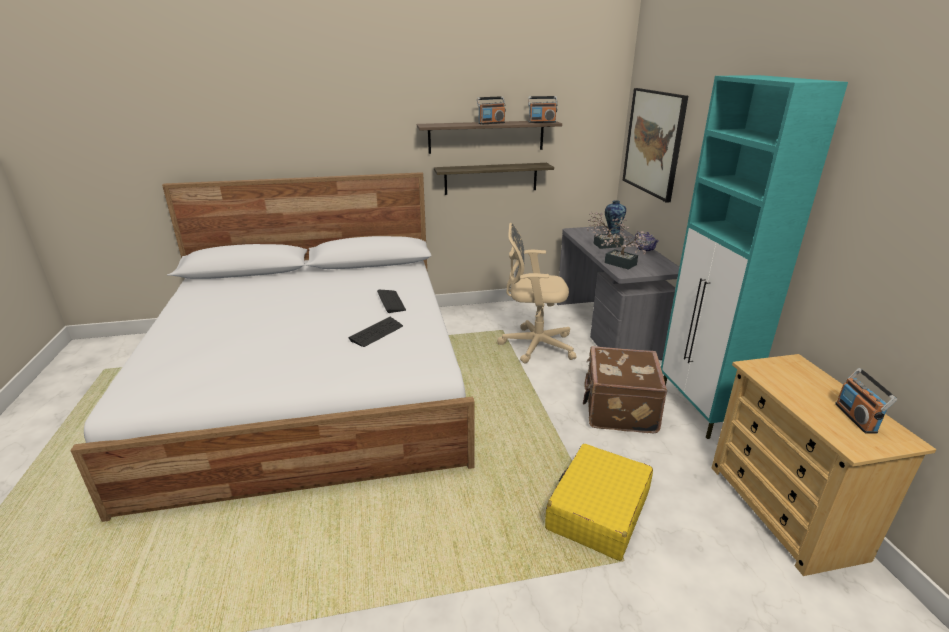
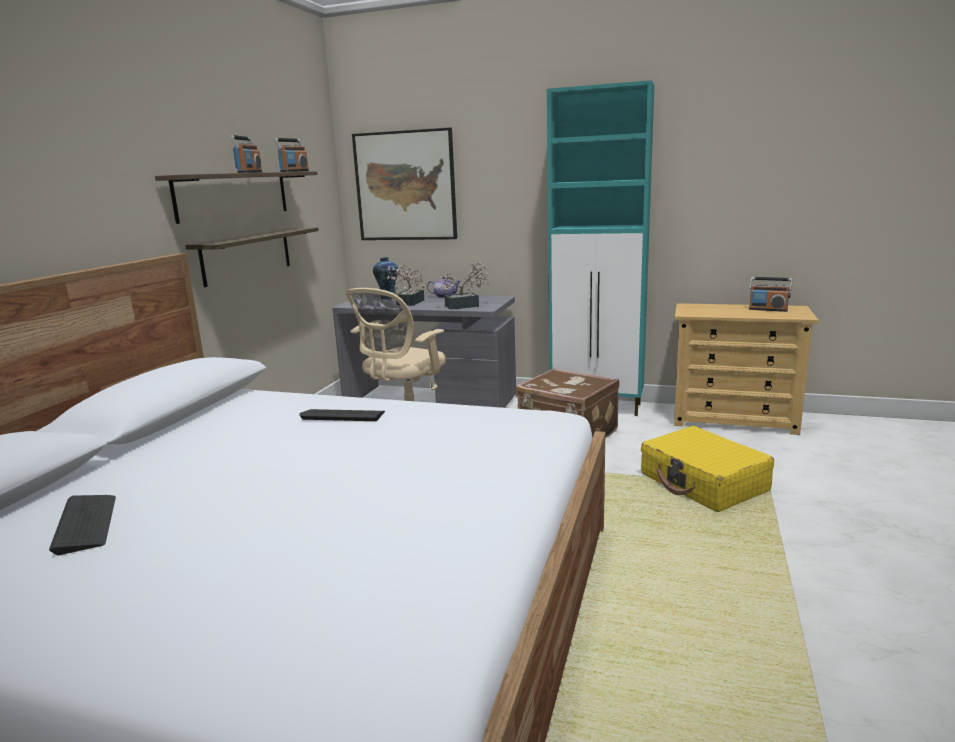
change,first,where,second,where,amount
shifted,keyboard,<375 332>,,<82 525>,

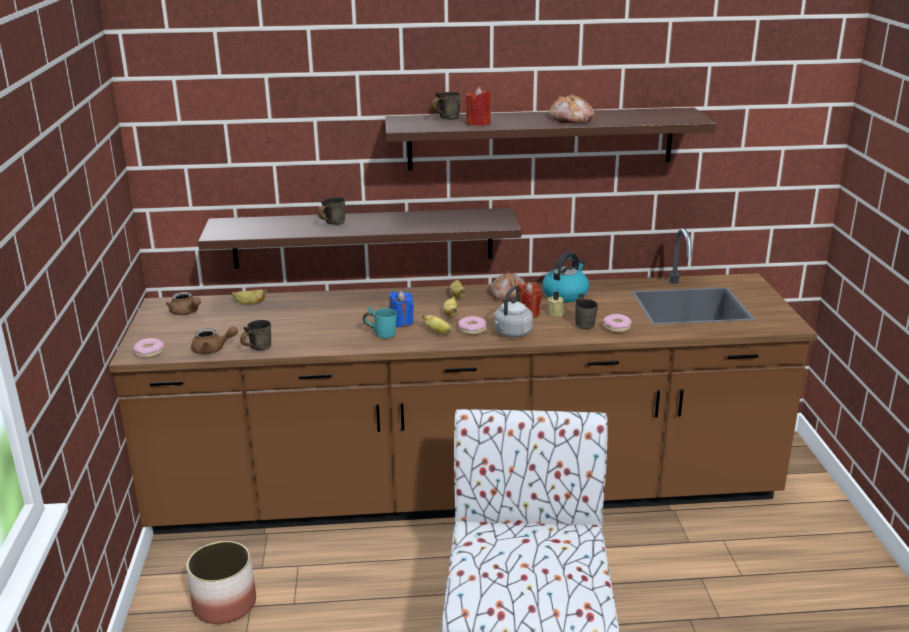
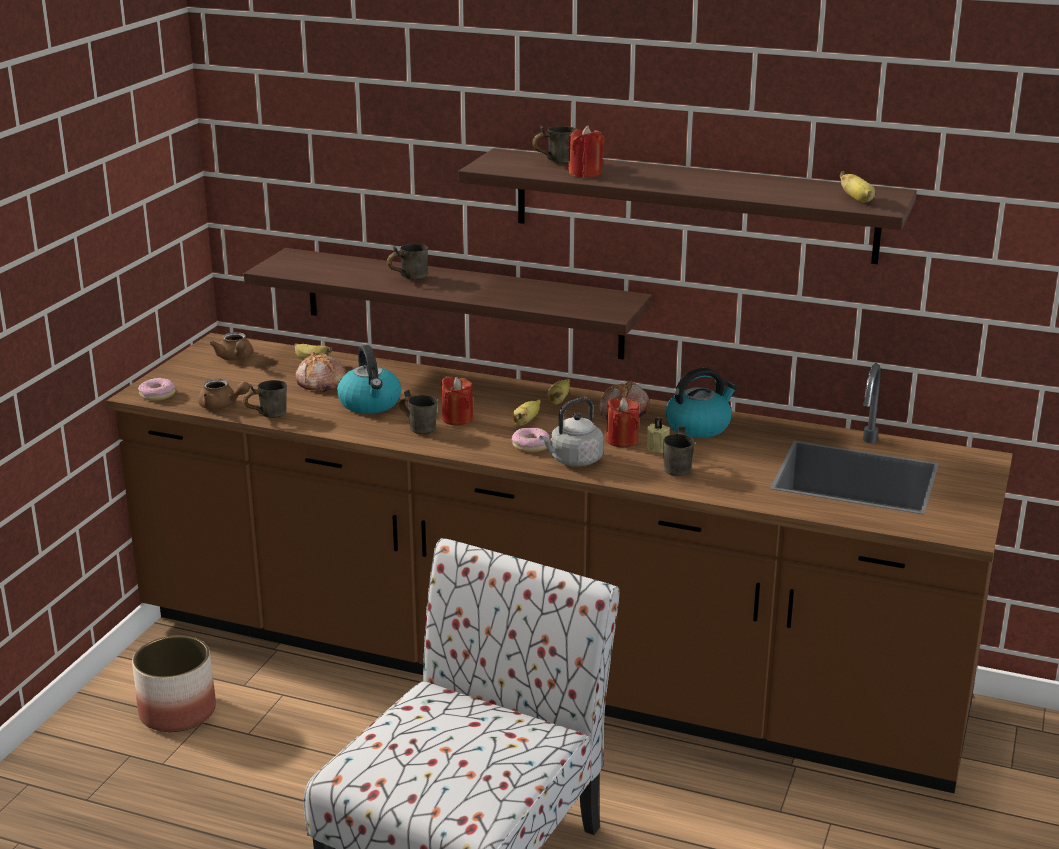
change,first,where,second,where,amount
shifted,bread,<572 108>,,<321 372>,
new,,,kettle,<369 379>,
repainted,turquoise mug,<380 322>,grey mug,<418 412>,
repainted,blue candle,<402 309>,red candle,<457 401>,
shifted,banana,<436 324>,,<857 187>,
gone,donut,<617 323>,,,

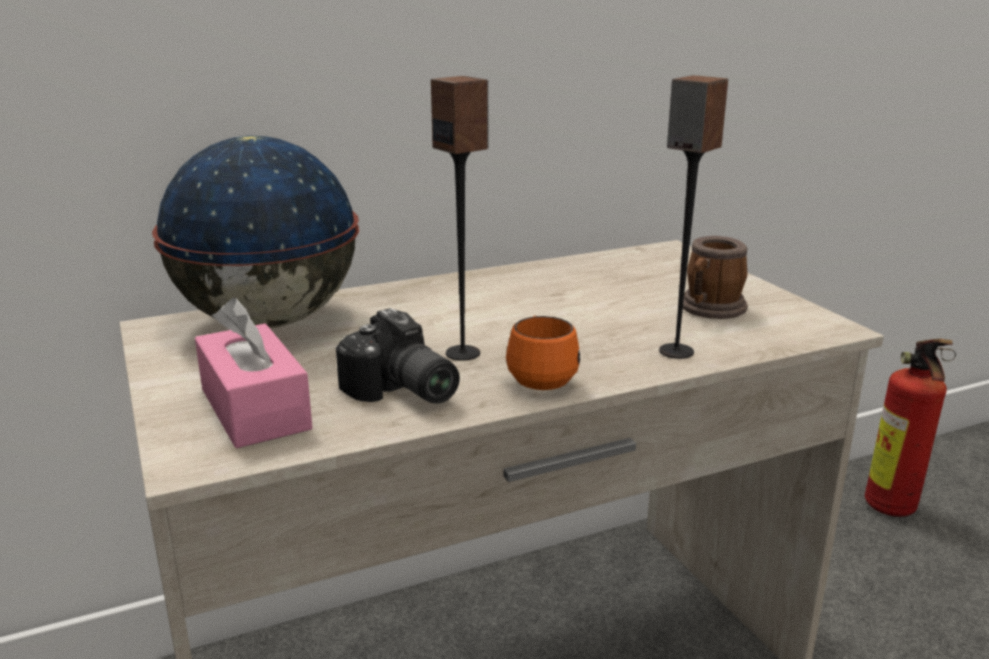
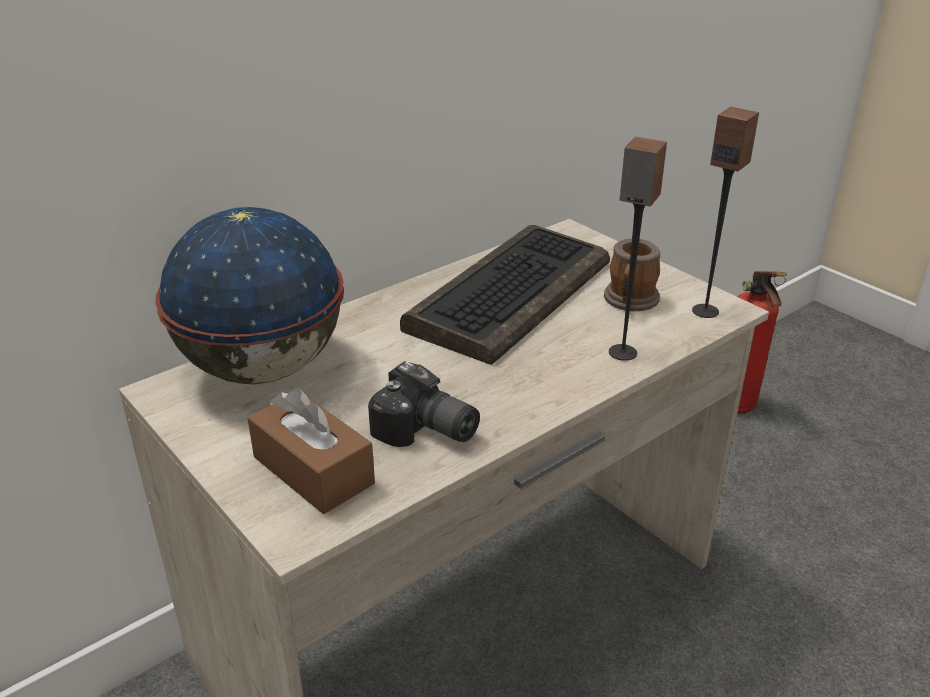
change,first,where,second,where,amount
repainted,pink tissue box,<253 373>,brown tissue box,<311 451>,
new,,,keyboard,<505 295>,
shifted,speaker,<459 218>,,<725 212>,
gone,orange mug,<543 353>,,,

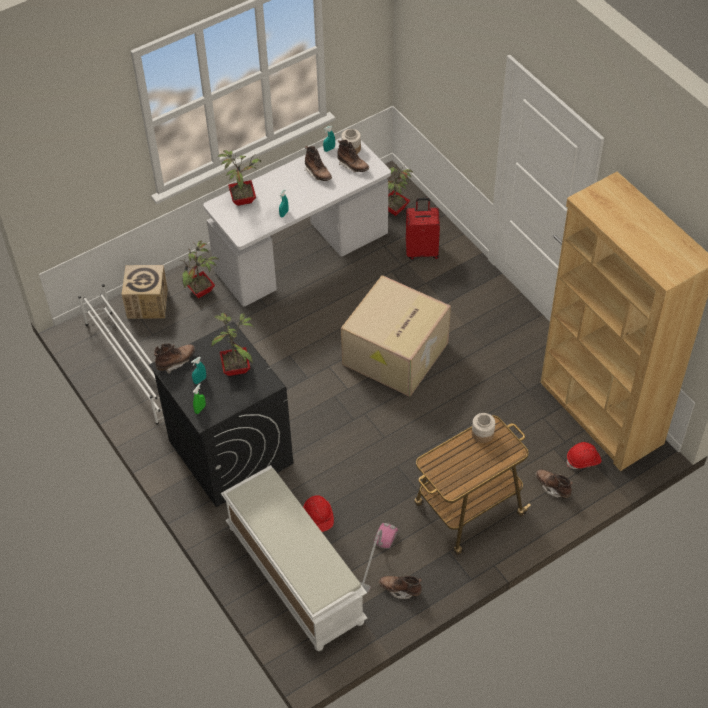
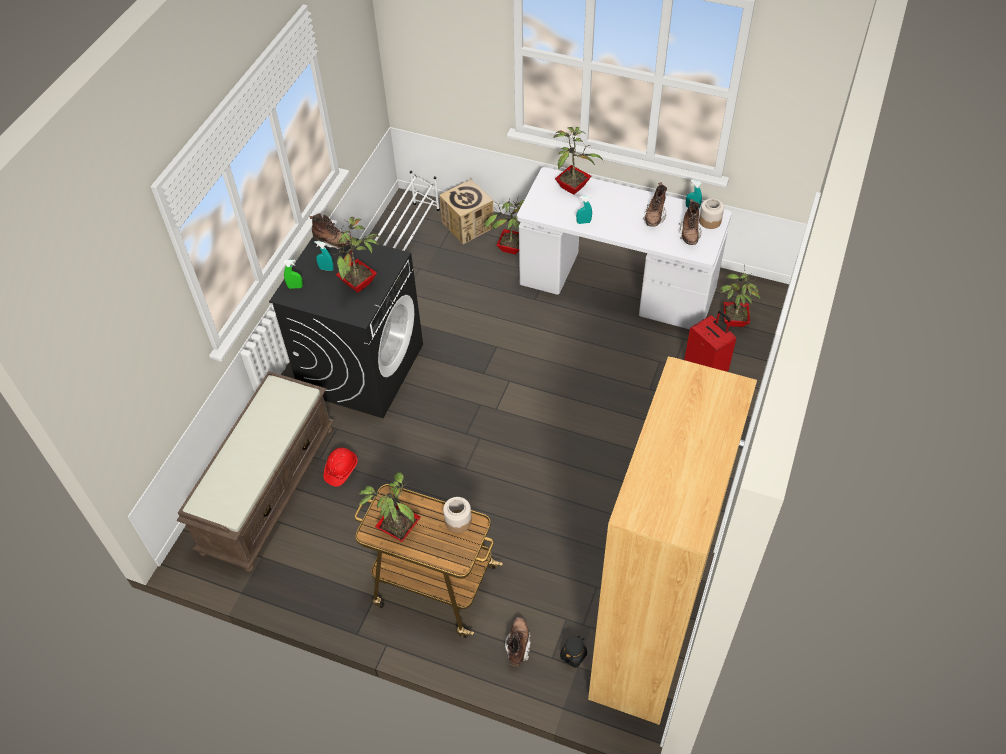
change,first,where,second,where,amount
repainted,white bench,<294 558>,brown bench,<256 471>,
new,,,potted plant,<389 506>,
swapped,red hard hat,<584 455>,black jar,<573 652>,
gone,cardboard box,<396 336>,,,
gone,vacuum cleaner,<379 557>,,,
gone,brown boot,<400 587>,,,

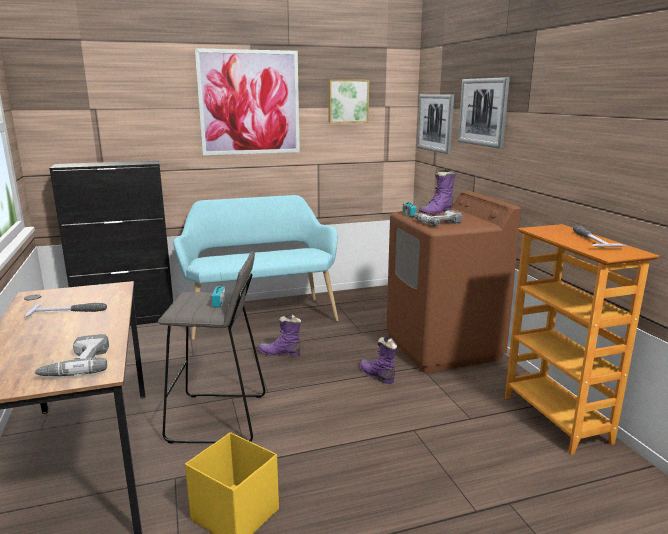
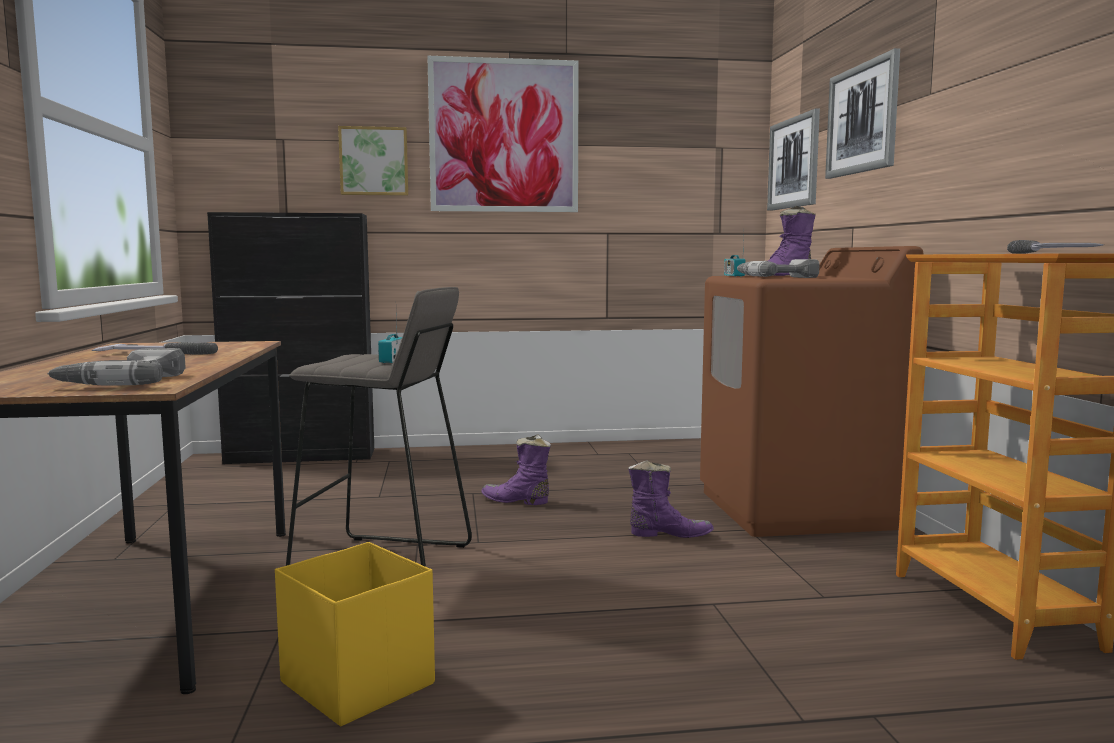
change,first,where,second,where,amount
shifted,picture,<348 101>,,<373 161>,
rotated,purple boot,<378 360>,,<670 499>,120 degrees clockwise
gone,turquoise bench,<255 267>,,,

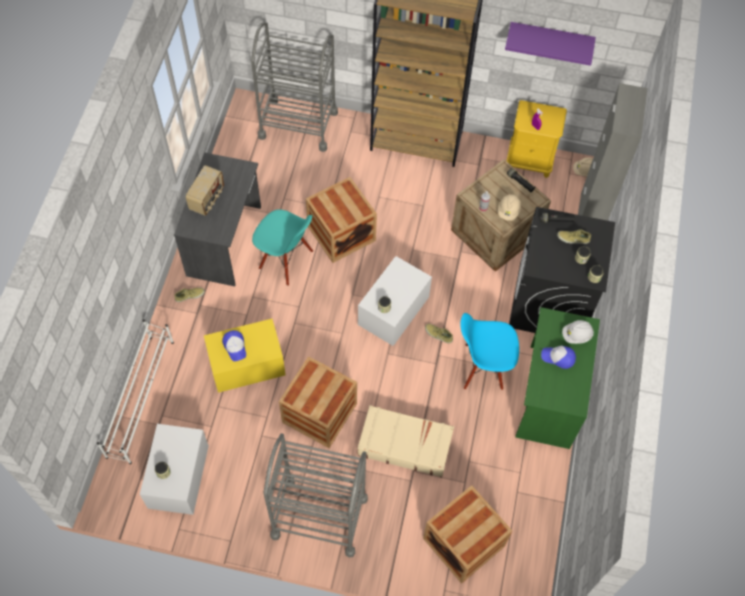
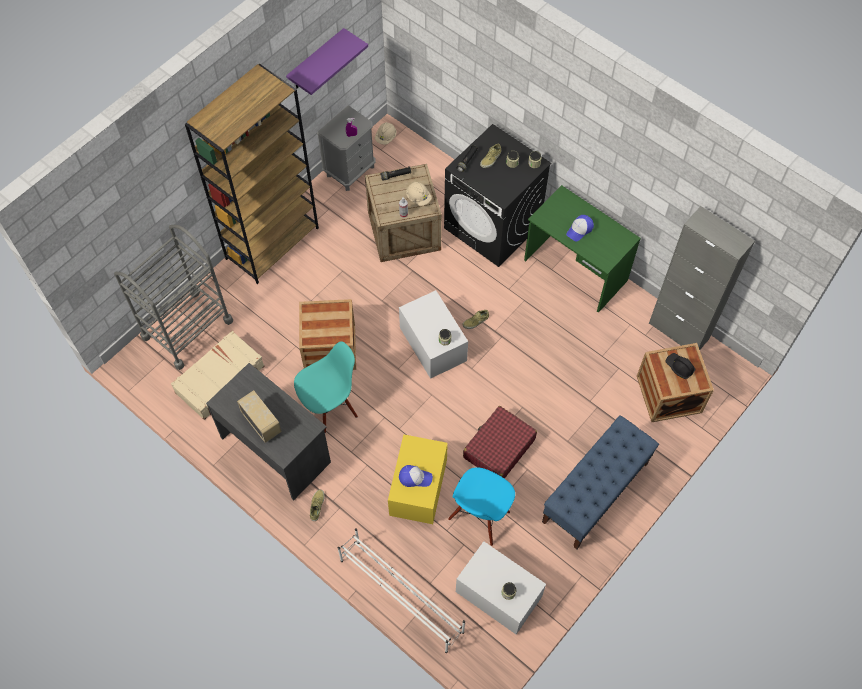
change,first,where,second,where,amount
shifted,beige suitcase,<405 441>,,<217 375>,
repainted,yellow nightstand,<537 139>,grey nightstand,<346 148>,
shifted,blue chair,<489 351>,,<481 506>,
swapped,crate,<318 402>,red suitcase,<500 442>,
swapped,grey cart,<315 495>,blue bench,<600 482>,
shifted,grey cabinet,<613 152>,,<702 278>,
new,,,black hard hat,<680 366>,
gone,white hard hat,<578 332>,,,

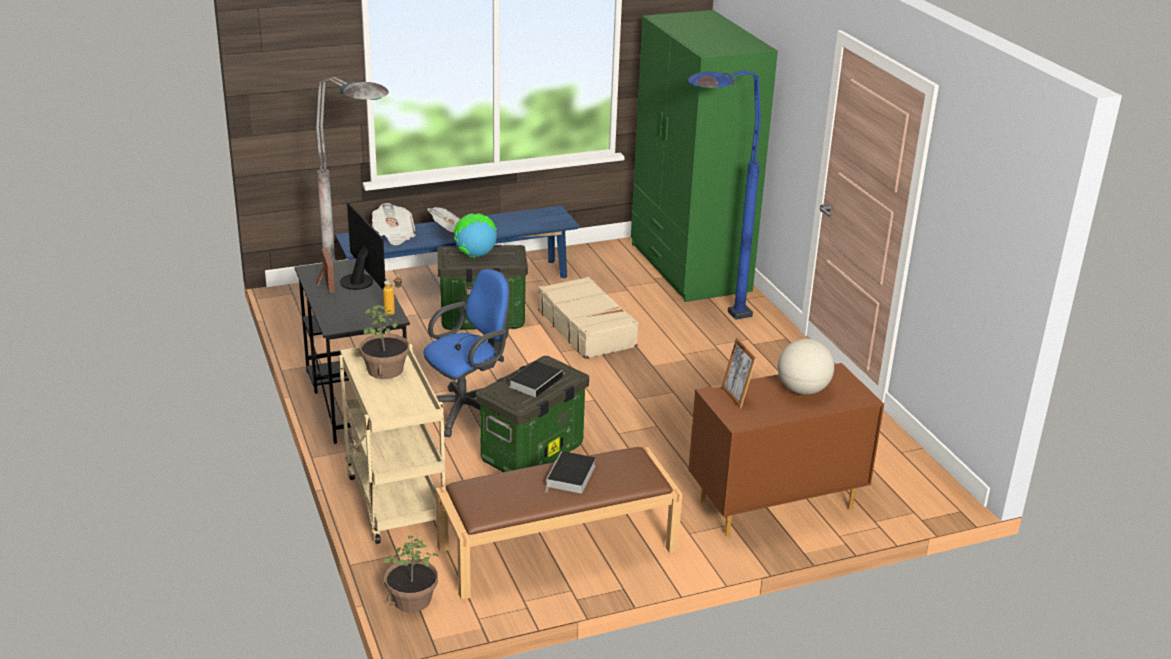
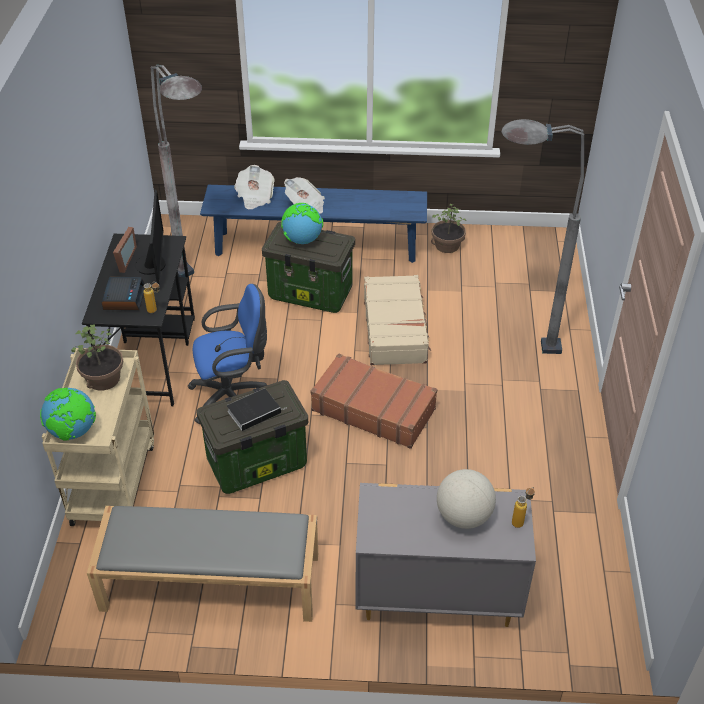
change,first,where,second,where,amount
new,,,globe,<68 414>,
repainted,brown bench,<559 523>,grey bench,<202 564>,
new,,,alarm clock,<123 293>,
new,,,brown suitcase,<373 401>,
repainted,brown dresser,<786 450>,grey dresser,<445 555>,
shifted,potted plant,<411 574>,,<448 228>,
repainted,blue floor lamp,<724 195>,grey floor lamp,<543 236>,
new,,,bottle,<523 507>,
gone,book,<570 472>,,,
gone,green wardrobe,<704 156>,,,
gone,picture frame,<739 373>,,,

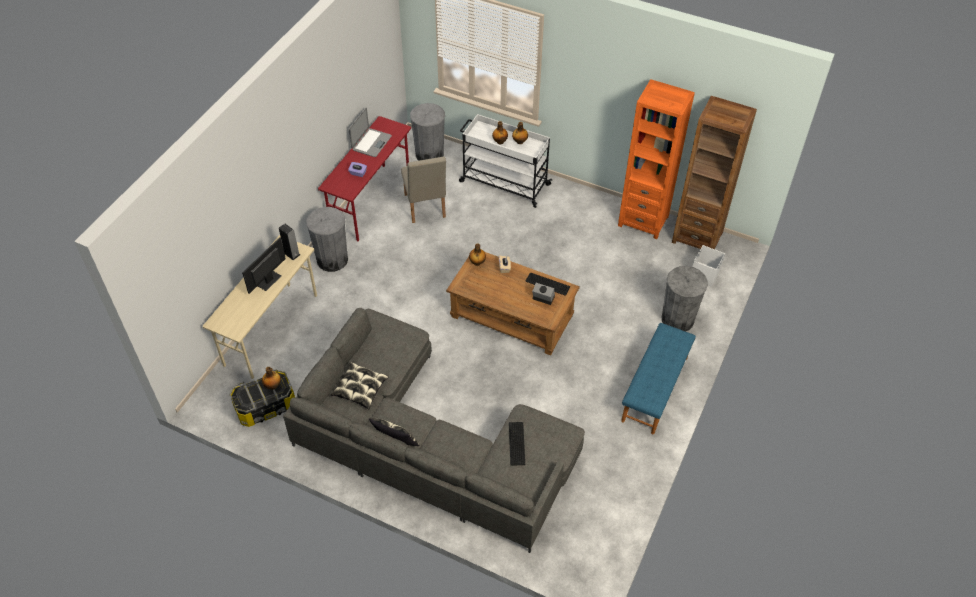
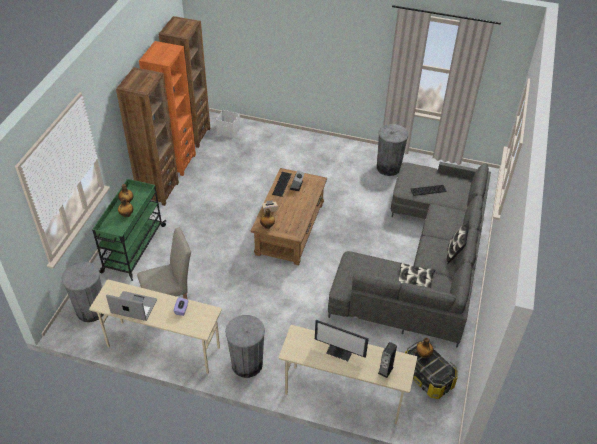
change,first,where,second,where,amount
repainted,red desk,<364 178>,beige desk,<155 326>,
repainted,white cart,<505 161>,green cart,<129 230>,
new,,,brown bookcase,<147 136>,
shifted,grey trash can,<685 299>,,<393 150>,
shifted,speaker,<289 241>,,<387 360>,
gone,blue bench,<658 378>,,,

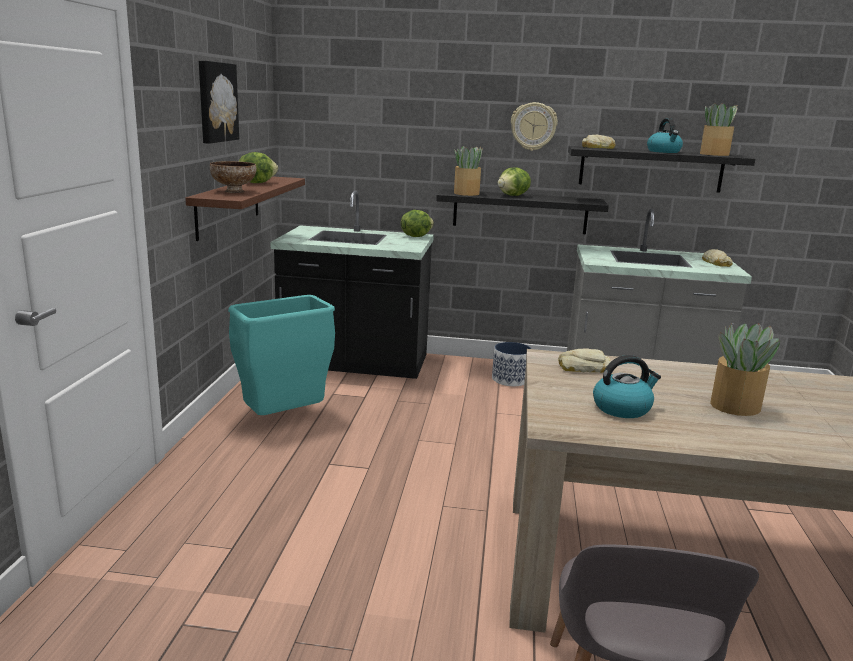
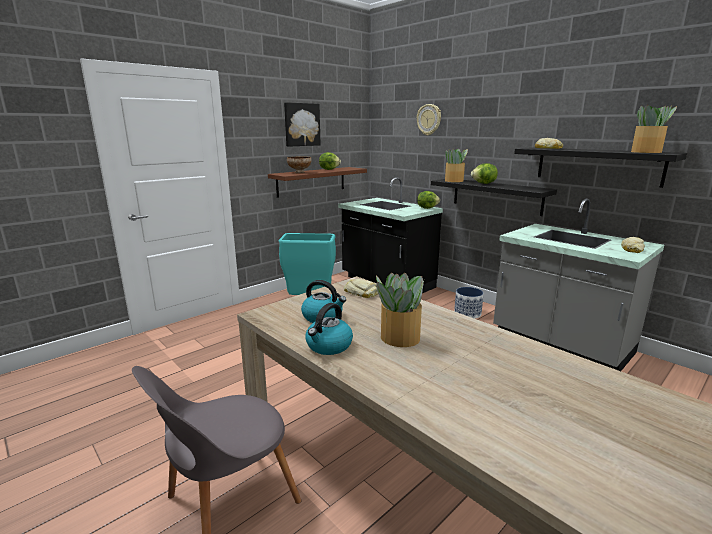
change,first,where,second,where,amount
shifted,kettle,<665 135>,,<329 329>,
shifted,wall clock,<534 126>,,<429 119>,

